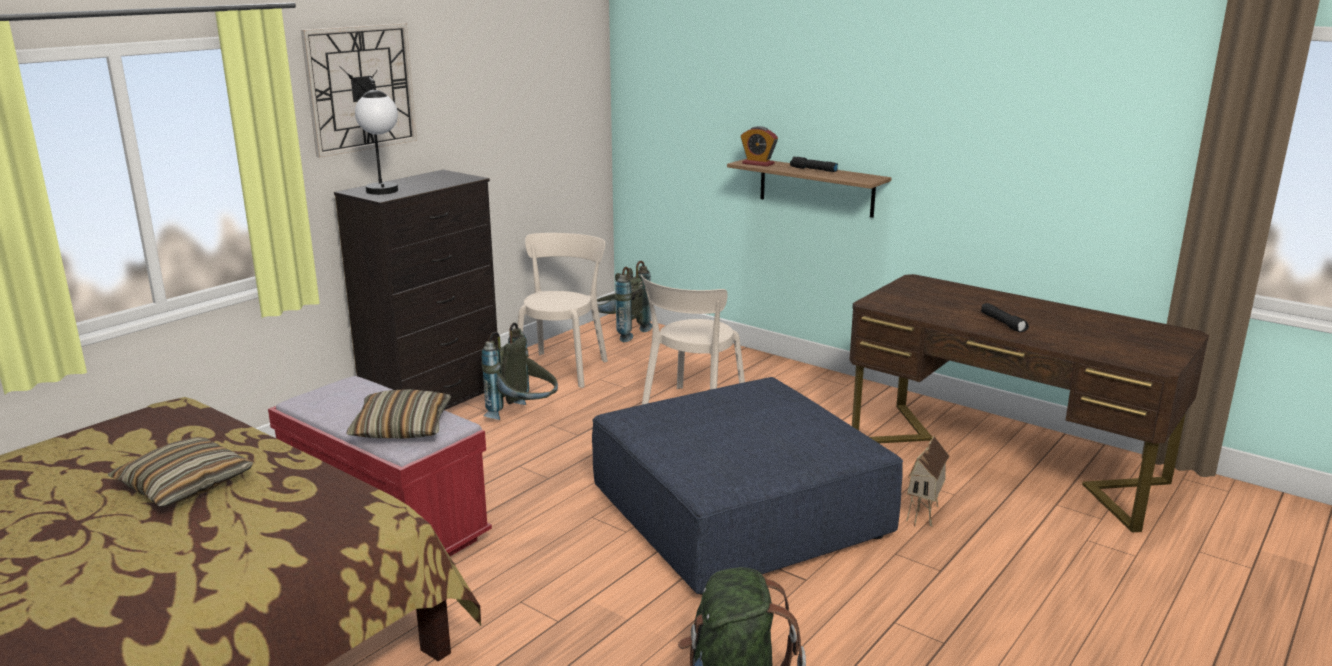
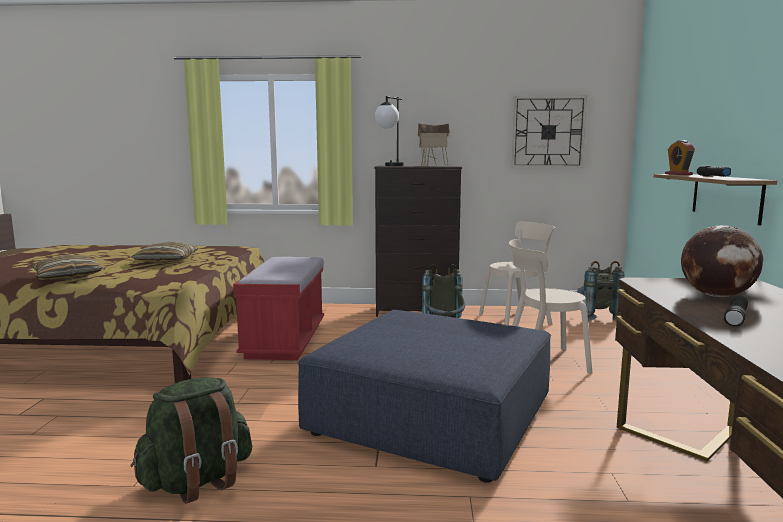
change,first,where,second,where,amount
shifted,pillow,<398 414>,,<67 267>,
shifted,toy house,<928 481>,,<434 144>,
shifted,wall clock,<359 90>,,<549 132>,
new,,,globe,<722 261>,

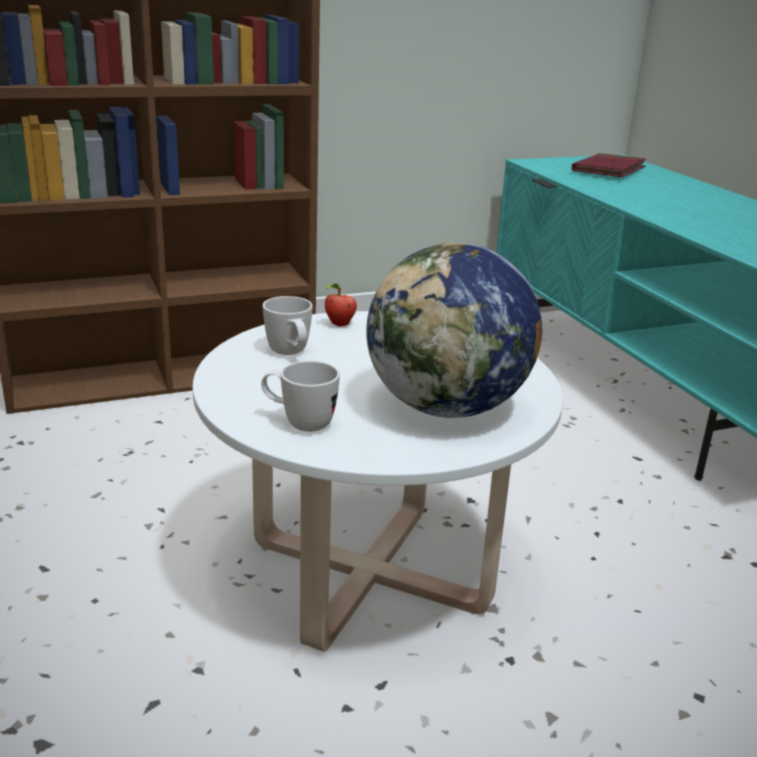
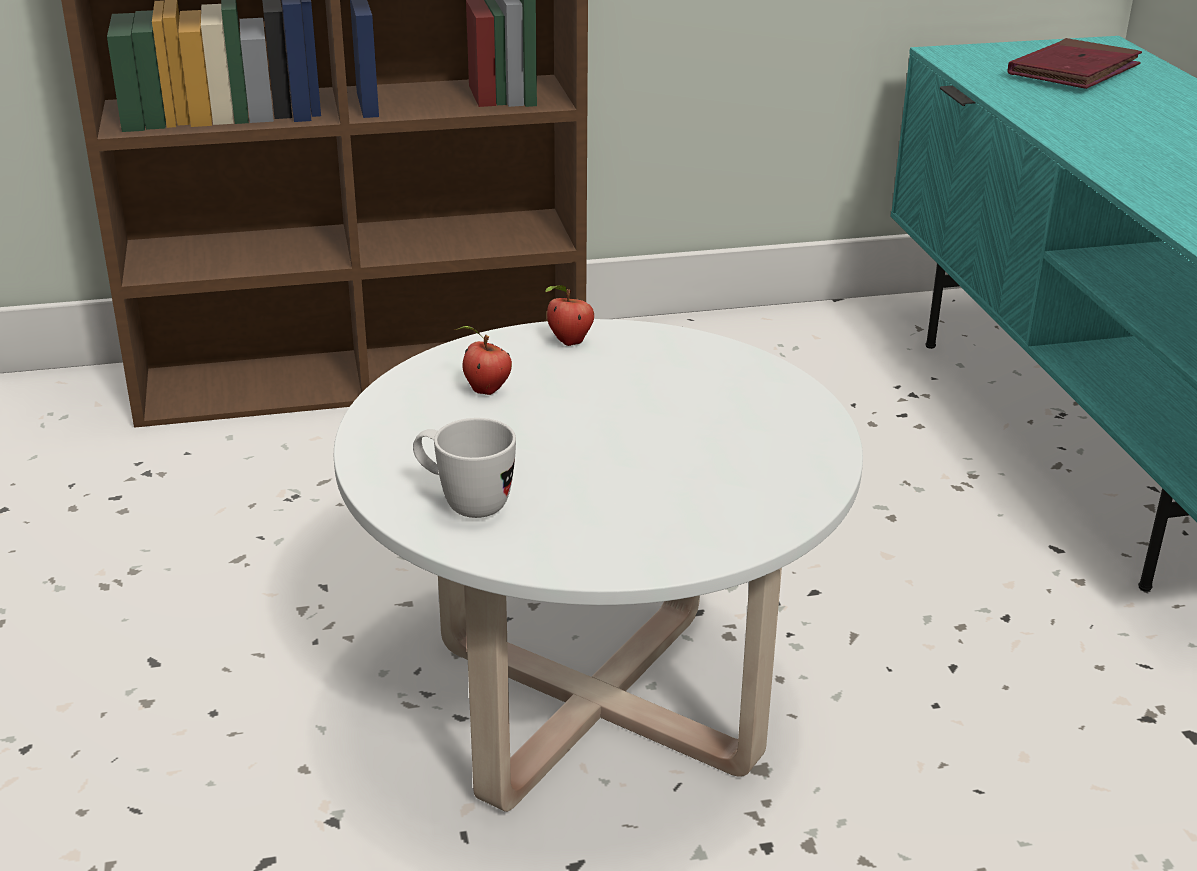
change,first,where,second,where,amount
swapped,white mug,<288 325>,apple,<482 360>,
gone,globe,<454 330>,,,

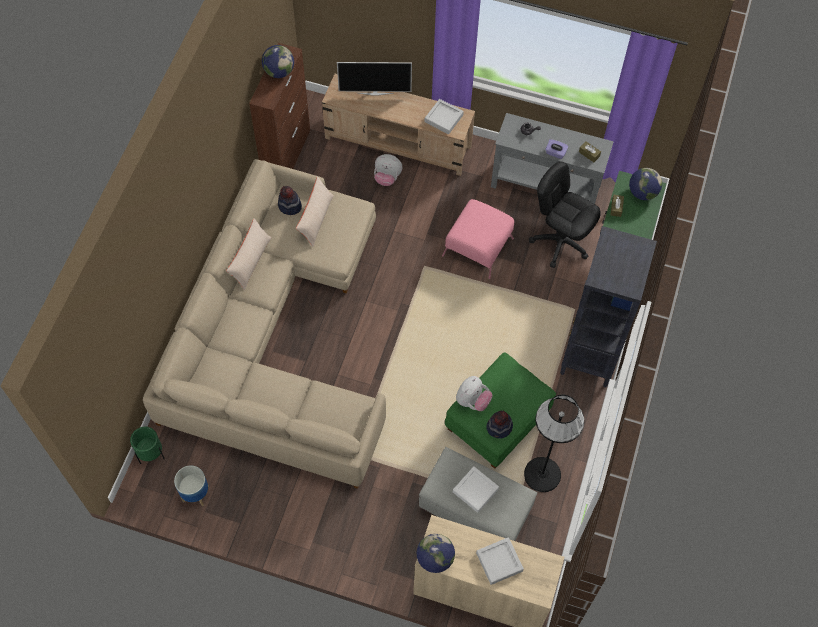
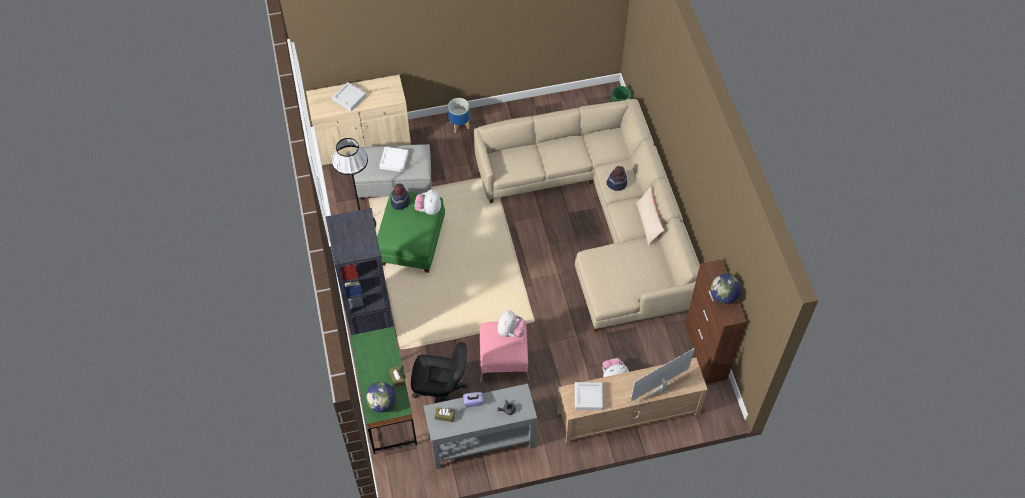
change,first,where,second,where,amount
shifted,planter,<191 486>,,<459 115>,
new,,,plush toy,<511 323>,
shifted,hat,<290 200>,,<616 178>,
gone,beige pillow,<315 211>,,,
gone,globe,<435 553>,,,

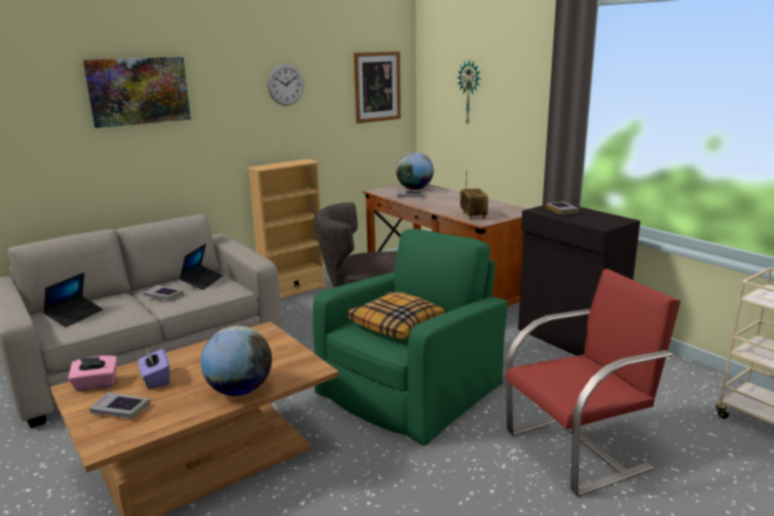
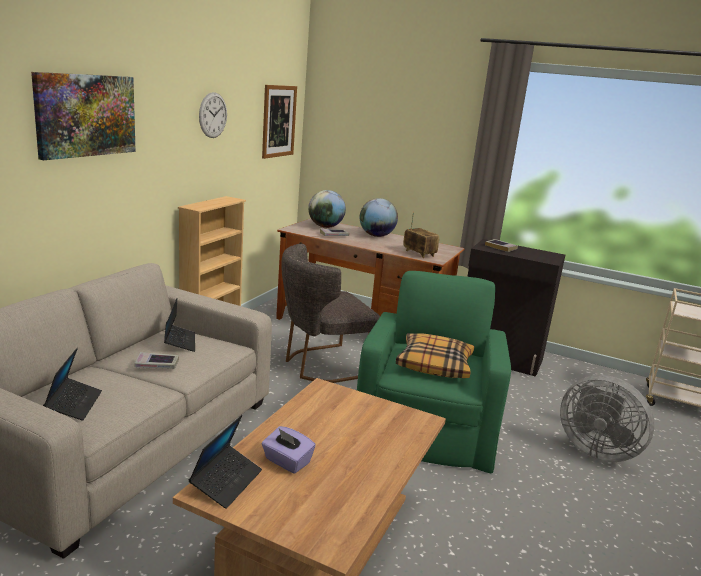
change,first,where,second,where,amount
swapped,pink tissue box,<92 373>,laptop,<225 462>,
shifted,globe,<236 361>,,<379 217>,
swapped,red chair,<593 382>,grey fan,<607 418>,
gone,book,<119 405>,,,
gone,wall clock,<468 92>,,,

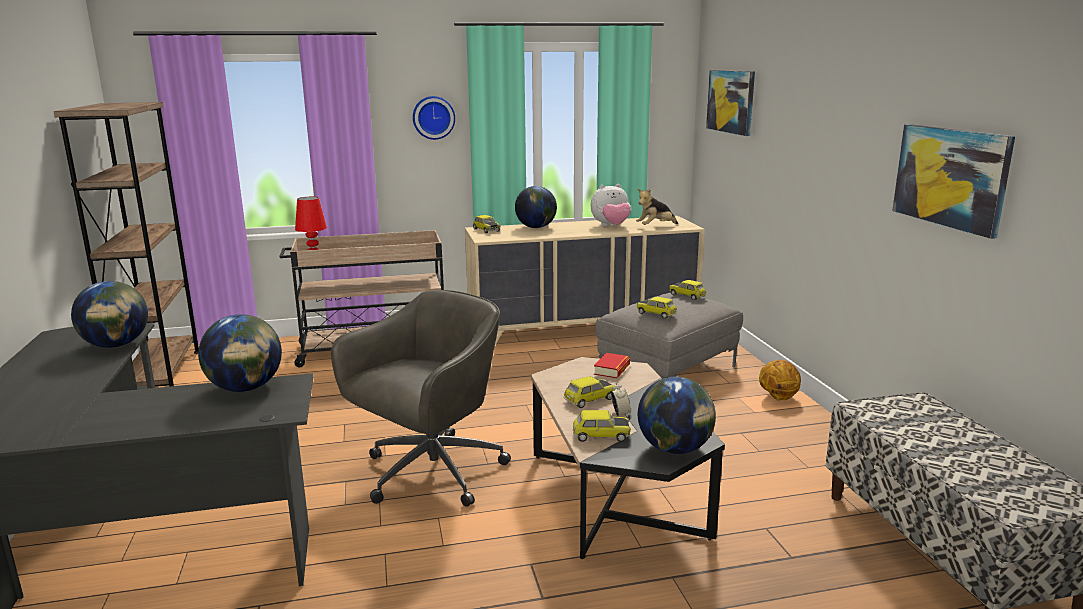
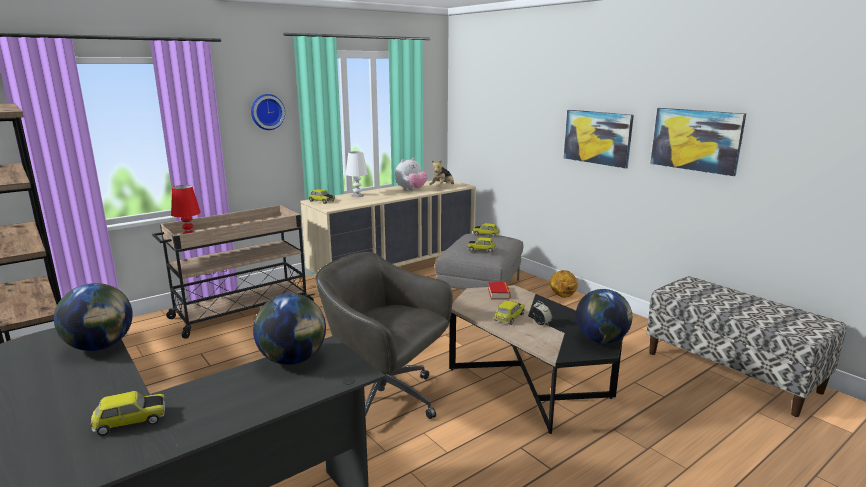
change,first,where,second,where,amount
shifted,toy car,<602 426>,,<128 413>,
rotated,grey office chair,<421 398>,,<384 335>,75 degrees counterclockwise
swapped,globe,<536 207>,white table lamp,<357 174>,
shifted,picture,<730 103>,,<599 139>,

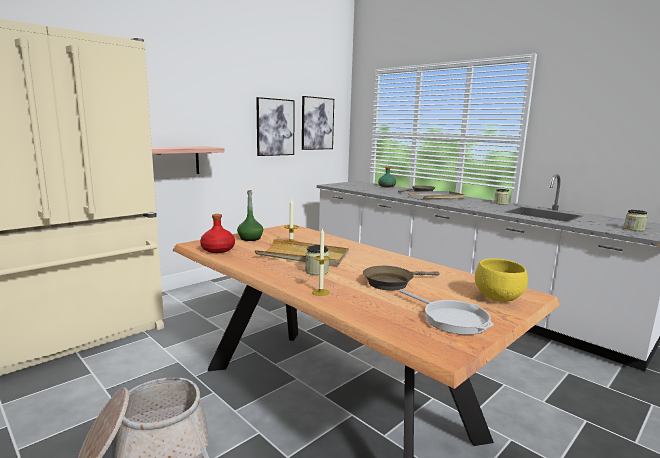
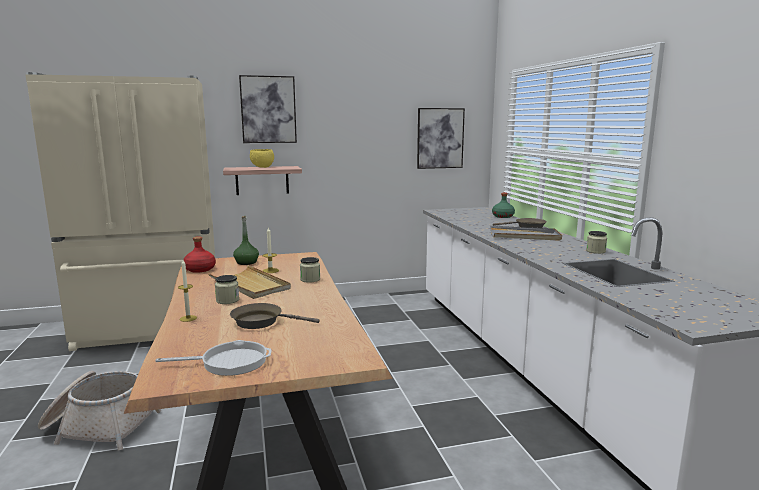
change,first,where,second,where,amount
rotated,frying pan,<446 312>,,<213 358>,90 degrees counterclockwise
shifted,picture,<275 126>,,<268 109>,
shifted,yellow bowl,<501 280>,,<262 158>,
shifted,jar,<636 220>,,<310 270>,

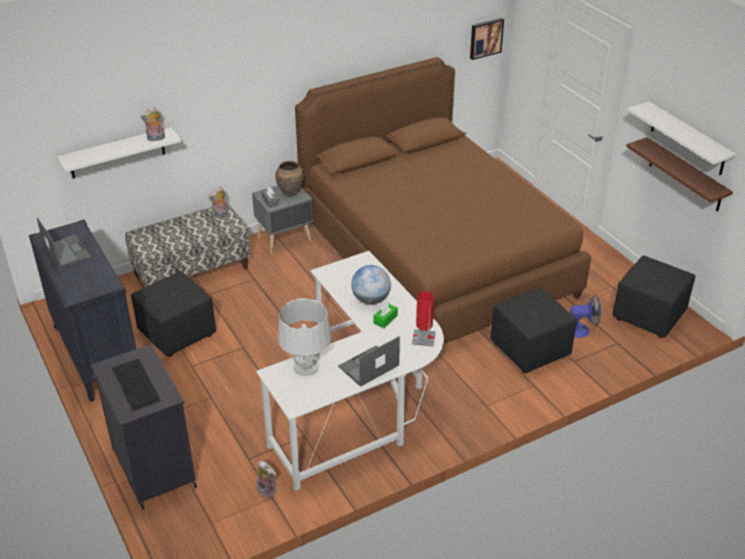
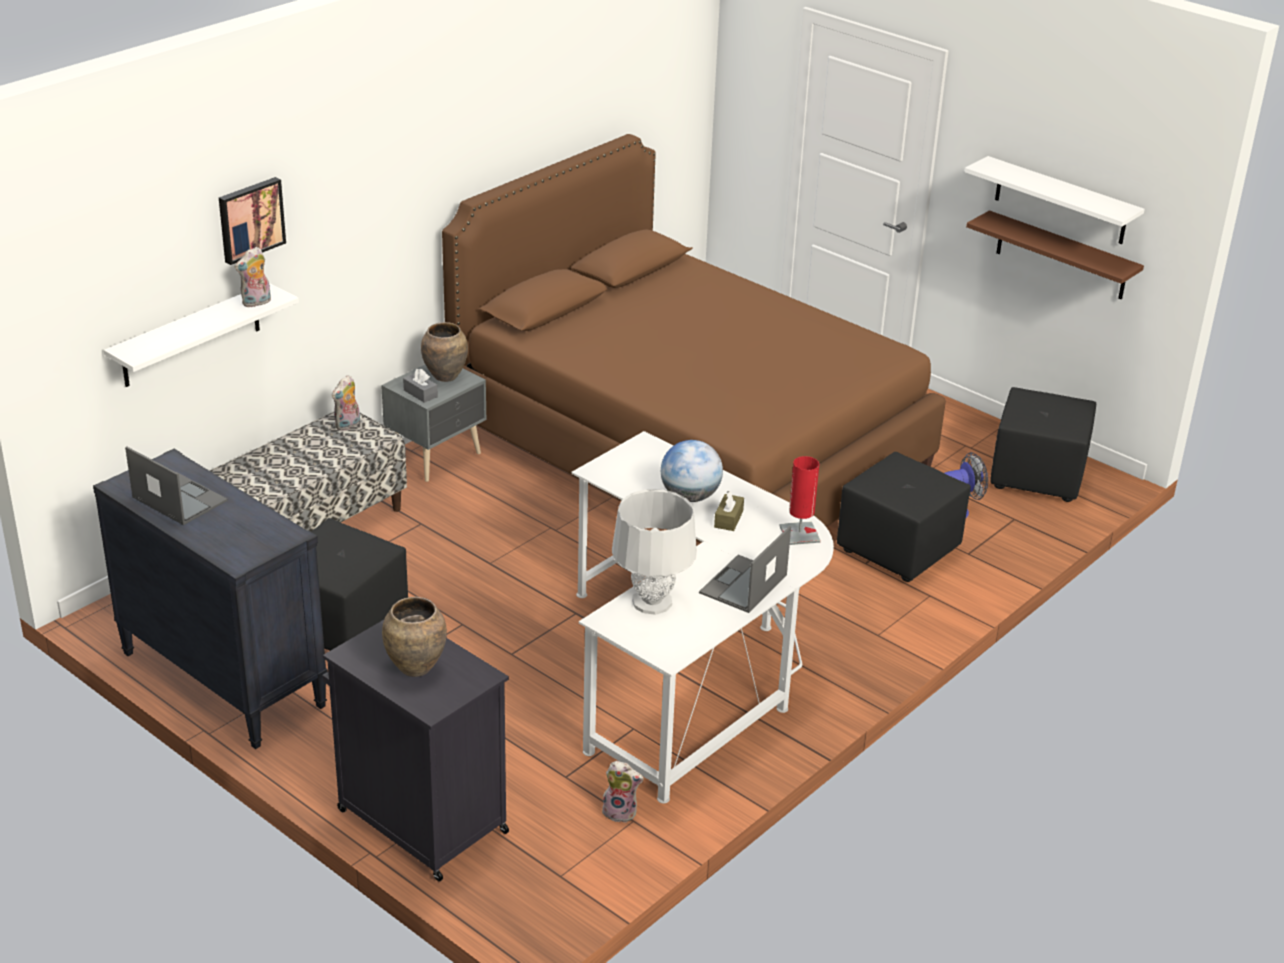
change,first,where,second,where,amount
shifted,picture,<487 39>,,<252 221>,
swapped,keyboard,<136 385>,brown vase,<414 637>,
repainted,green tissue box,<386 315>,brown tissue box,<729 511>,

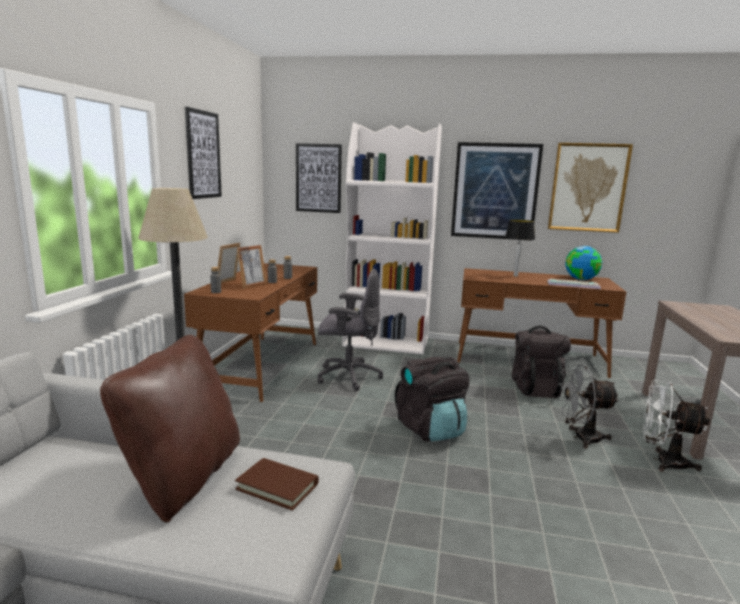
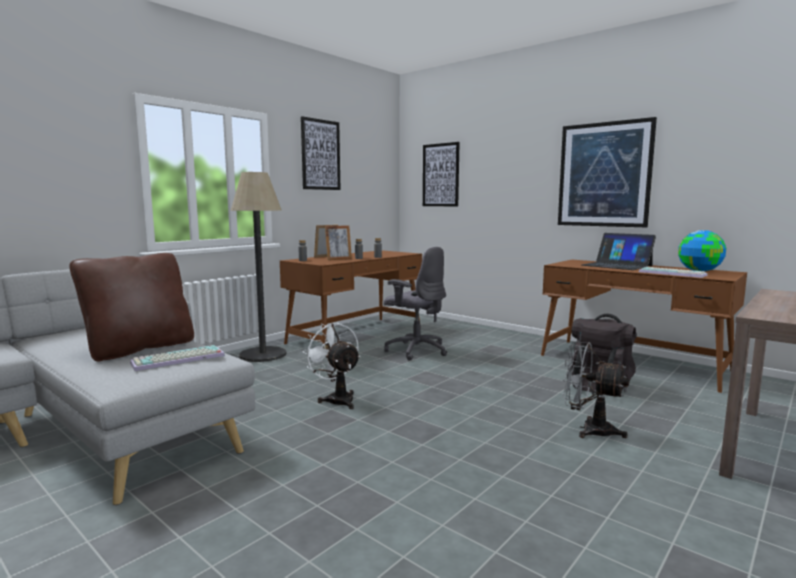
change,first,where,second,where,amount
swapped,brown book,<277 484>,keyboard,<177 358>,
shifted,white fan,<676 426>,,<331 365>,
swapped,table lamp,<520 248>,laptop,<619 251>,
gone,white bookcase,<392 238>,,,
gone,black backpack,<432 399>,,,
gone,picture,<590 188>,,,

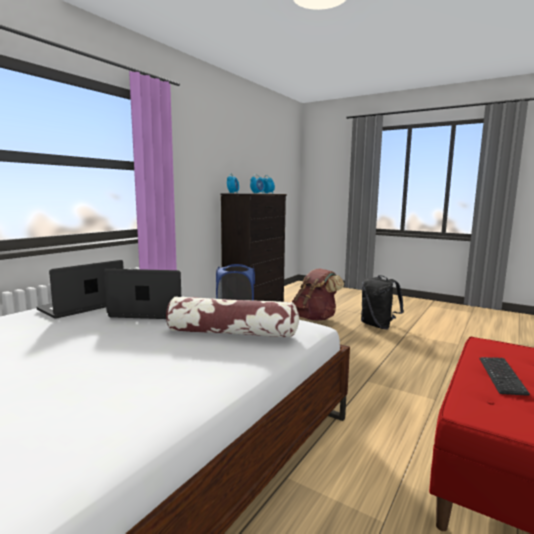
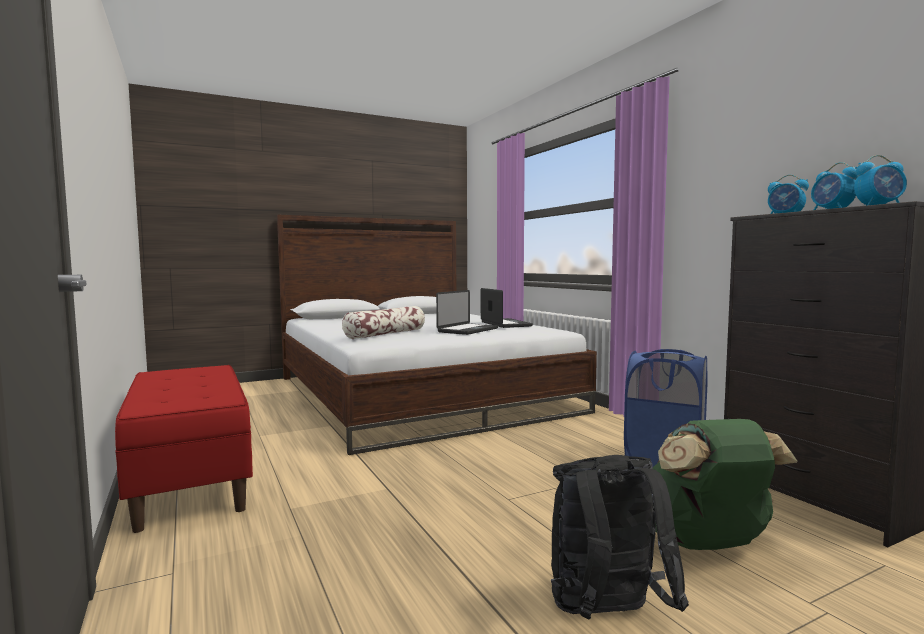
change,first,where,second,where,amount
repainted,brown backpack,<318 295>,green backpack,<725 484>,
gone,keyboard,<505 376>,,,

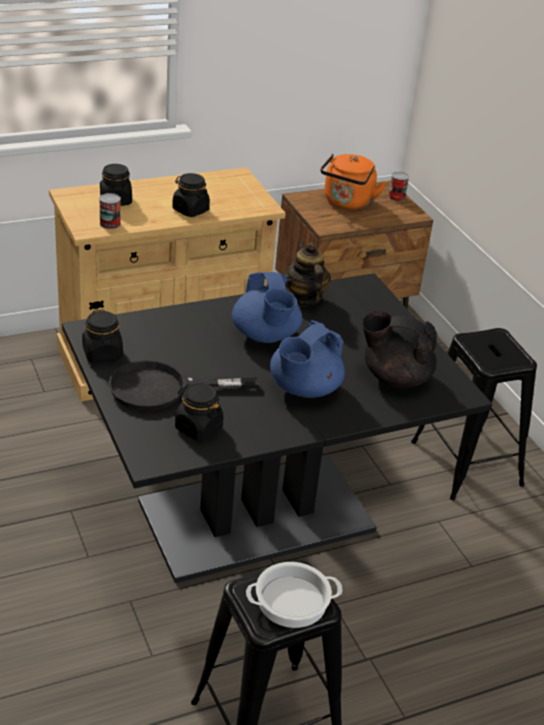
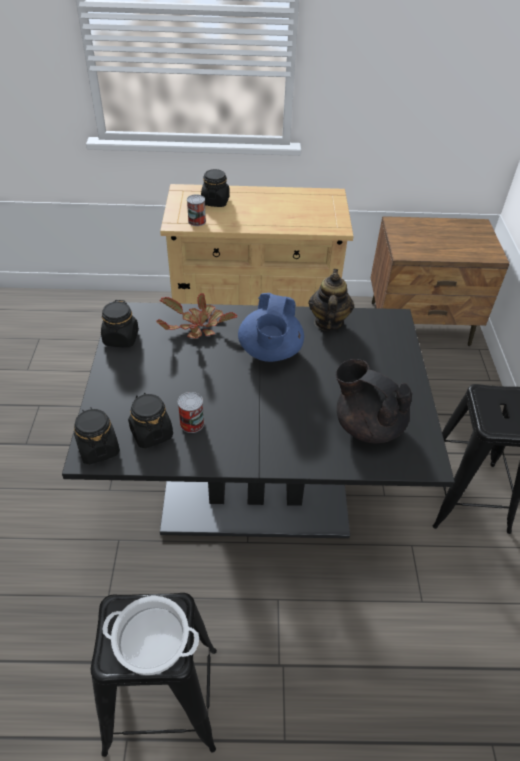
change,first,where,second,where,amount
shifted,black jar,<191 195>,,<97 436>,
new,,,potted plant,<196 315>,
shifted,can,<398 187>,,<191 412>,
gone,black frying pan,<184 385>,,,
gone,blue teapot,<307 359>,,,
gone,orange kettle,<353 181>,,,

